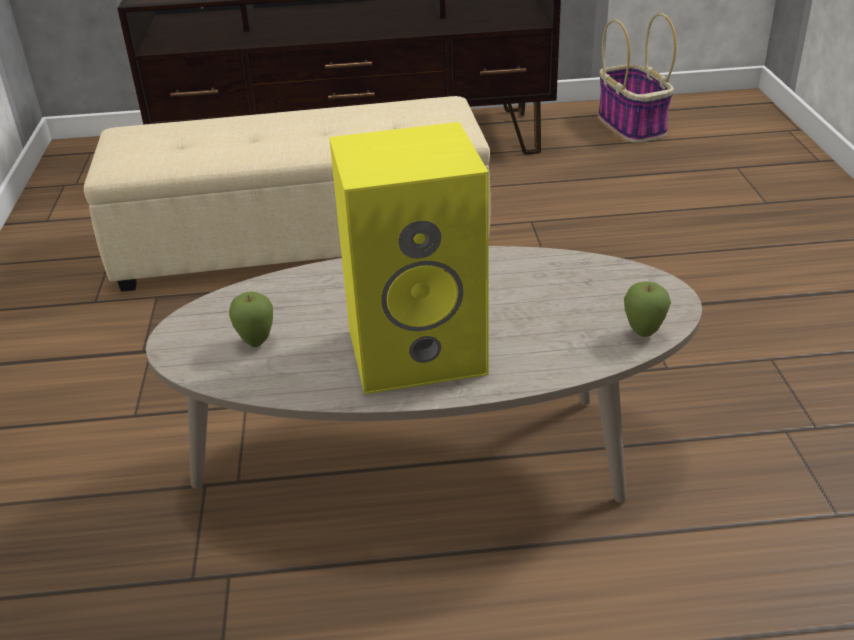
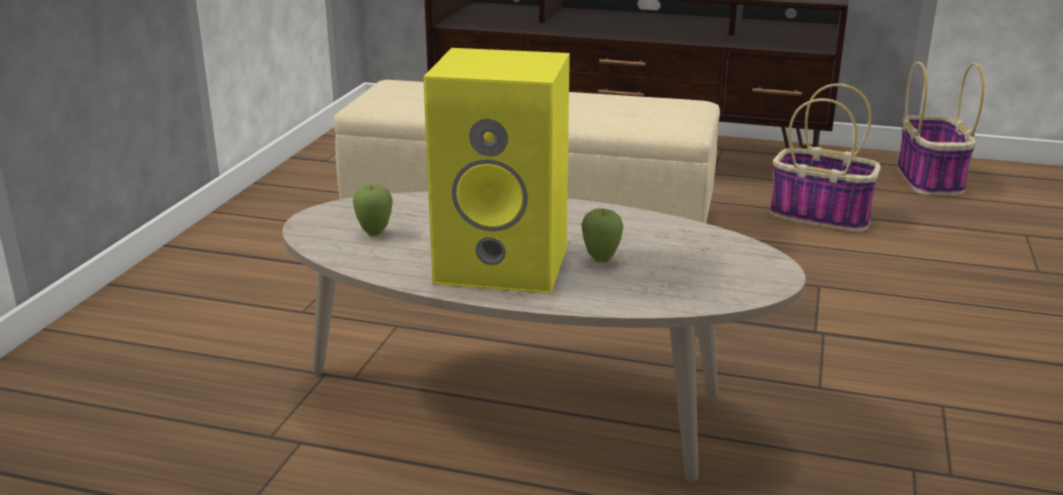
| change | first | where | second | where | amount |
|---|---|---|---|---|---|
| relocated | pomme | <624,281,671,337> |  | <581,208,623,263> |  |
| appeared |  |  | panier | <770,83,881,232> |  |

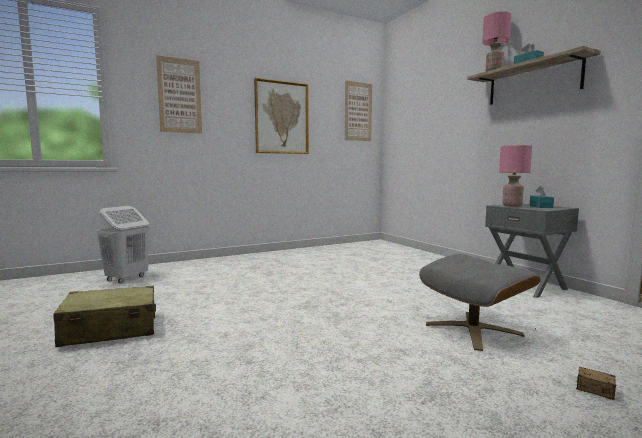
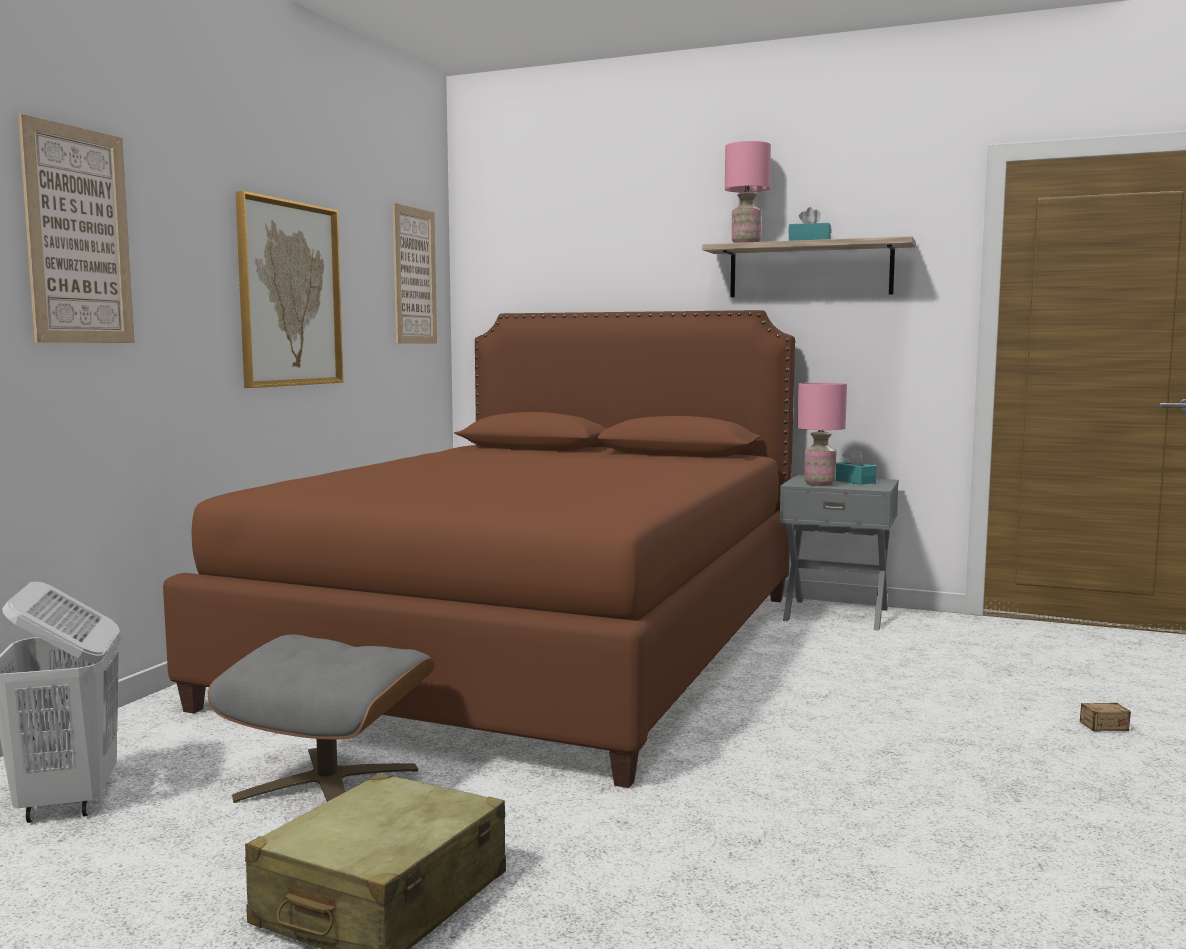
| change | first | where | second | where | amount |
|---|---|---|---|---|---|
| relocated | pouf/gris | <419,254,541,351> |  | <208,635,435,803> |  |
| appeared |  |  | lit/marron | <163,310,795,788> |  |

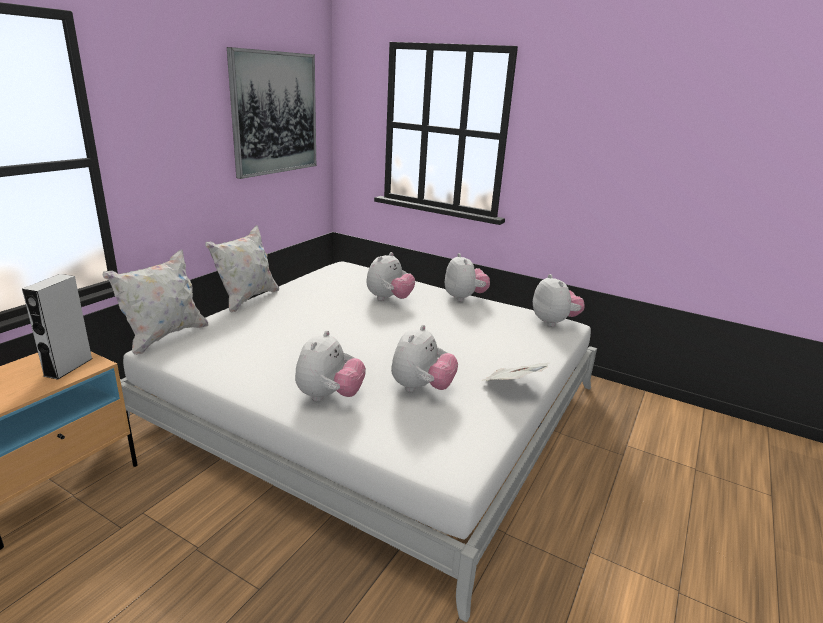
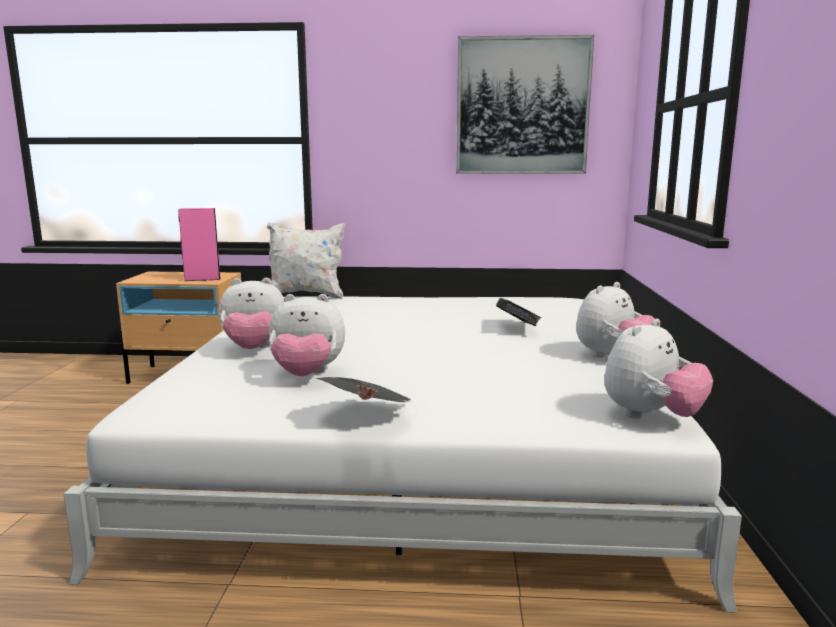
| change | first | where | second | where | amount |
|---|---|---|---|---|---|
| missing | coussin/blanc | <205,225,279,312> |  |  |  |
| exchanged | peluche | <367,252,415,300> | livre | <496,298,541,326> |  |
| colour | enceinte/gris | <22,274,93,380> | enceinte/rose | <178,208,221,281> |  |

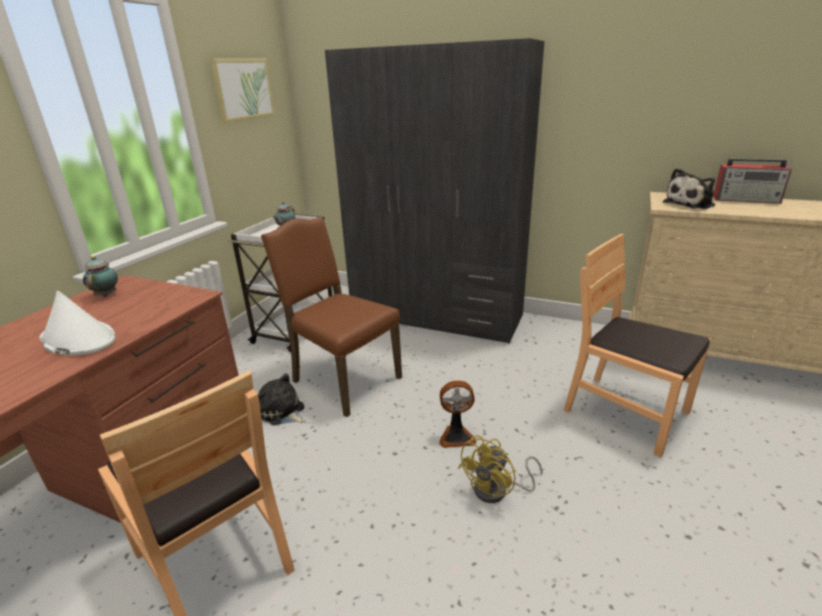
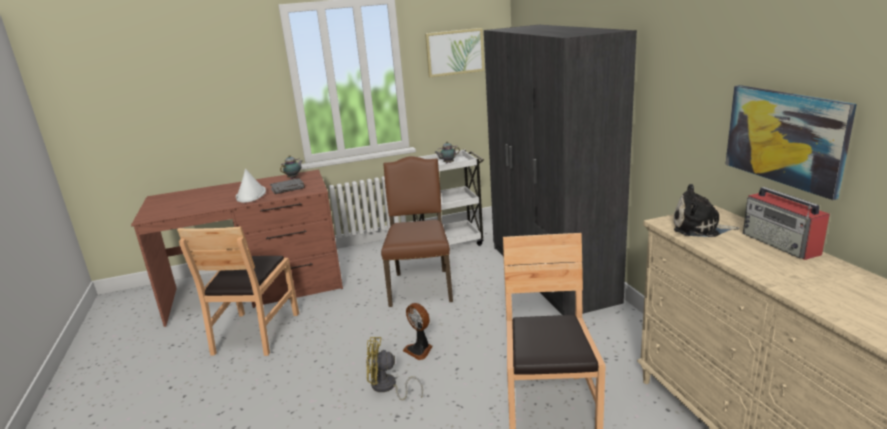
| change | first | where | second | where | amount |
|---|---|---|---|---|---|
| missing | peluche | <258,374,306,425> |  |  |  |
| appeared |  |  | tableau | <725,85,857,200> |  |
| appeared |  |  | livre/gris | <270,178,305,194> |  |

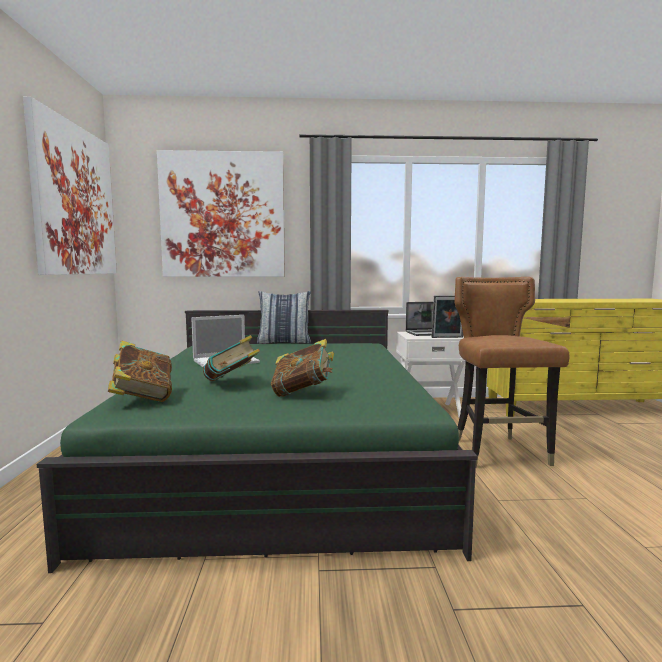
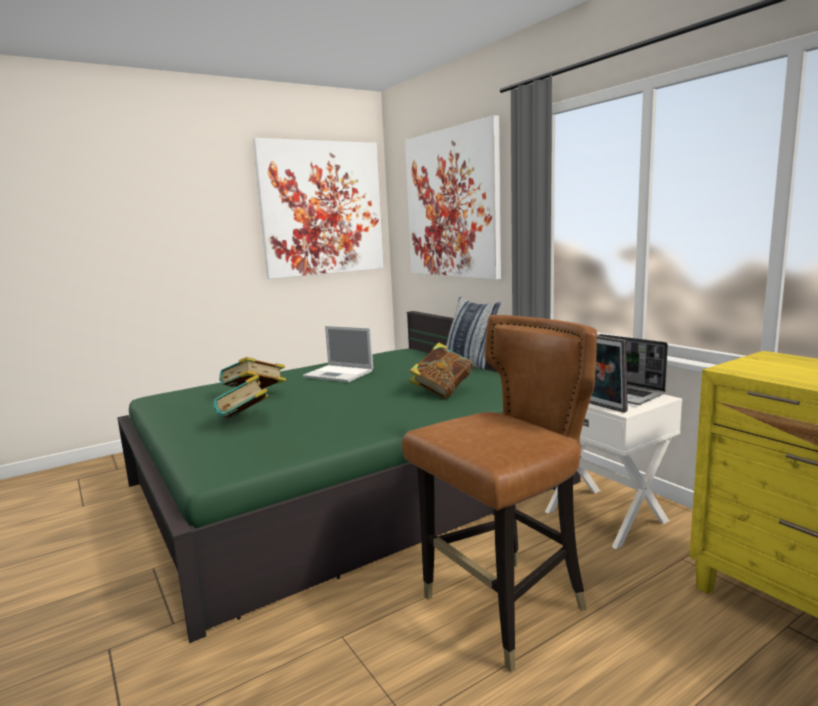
| change | first | where | second | where | amount |
|---|---|---|---|---|---|
| relocated | livre | <108,341,172,402> |  | <409,342,473,399> |  |

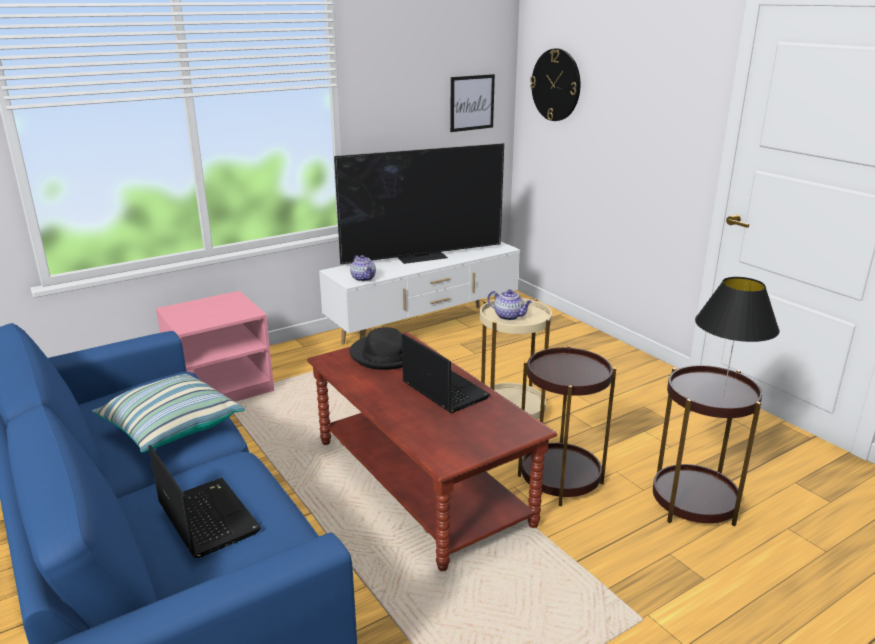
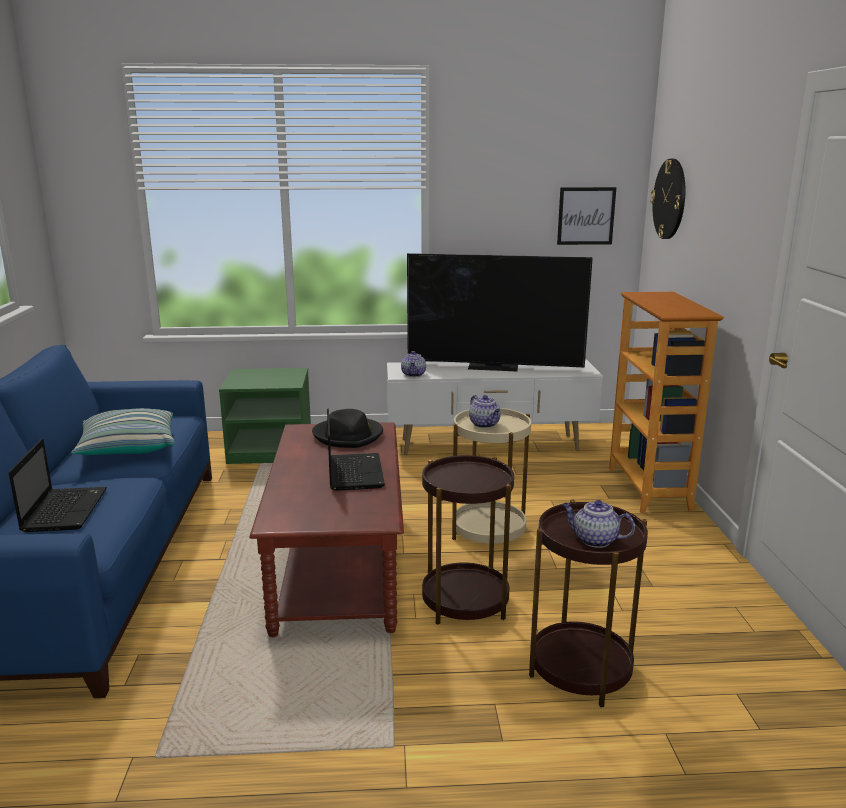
| change | first | where | second | where | amount |
|---|---|---|---|---|---|
| exchanged | lampe de table/noir | <695,277,780,397> | théière | <562,500,635,548> |  |
| colour | table de chevet/rose | <156,291,274,402> | table de chevet/vert | <219,368,311,464> |  |
| appeared |  |  | bibliothèque | <609,292,724,513> |  |

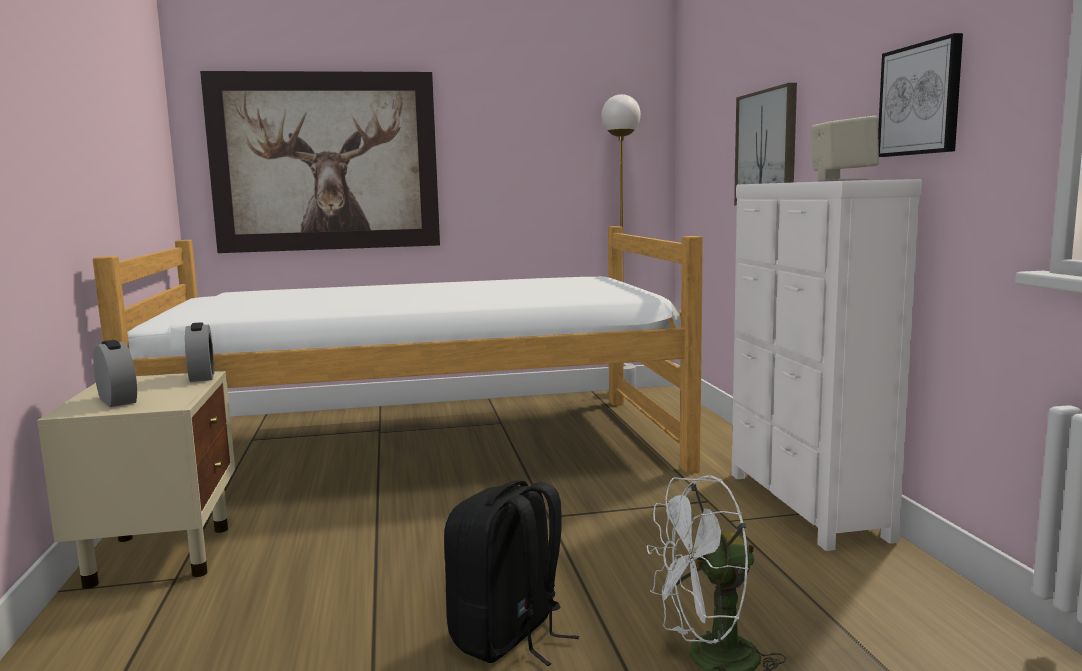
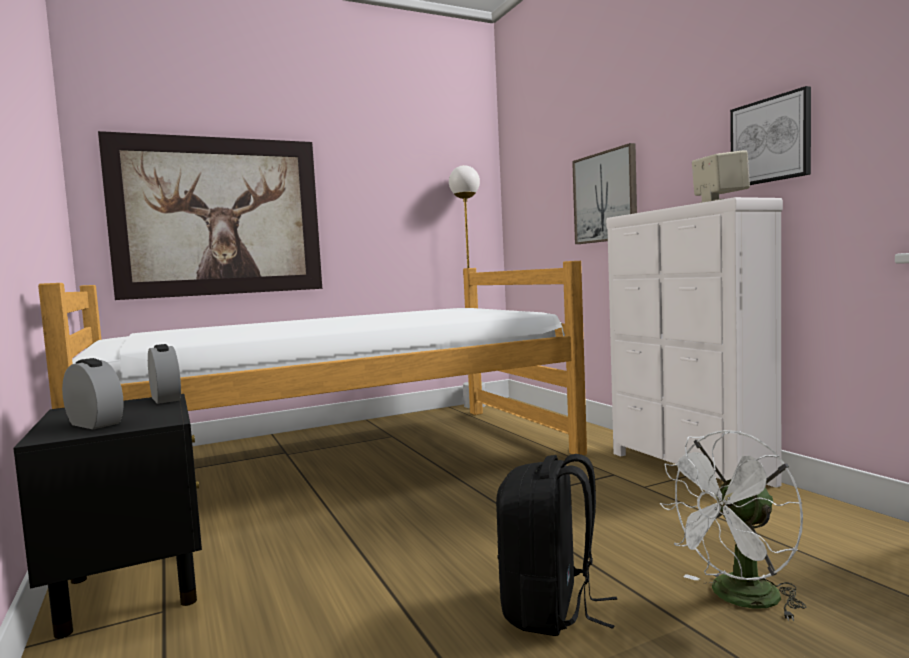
| change | first | where | second | where | amount |
|---|---|---|---|---|---|
| colour | table de chevet/beige | <37,371,235,589> | table de chevet/noir | <13,394,202,639> |  |

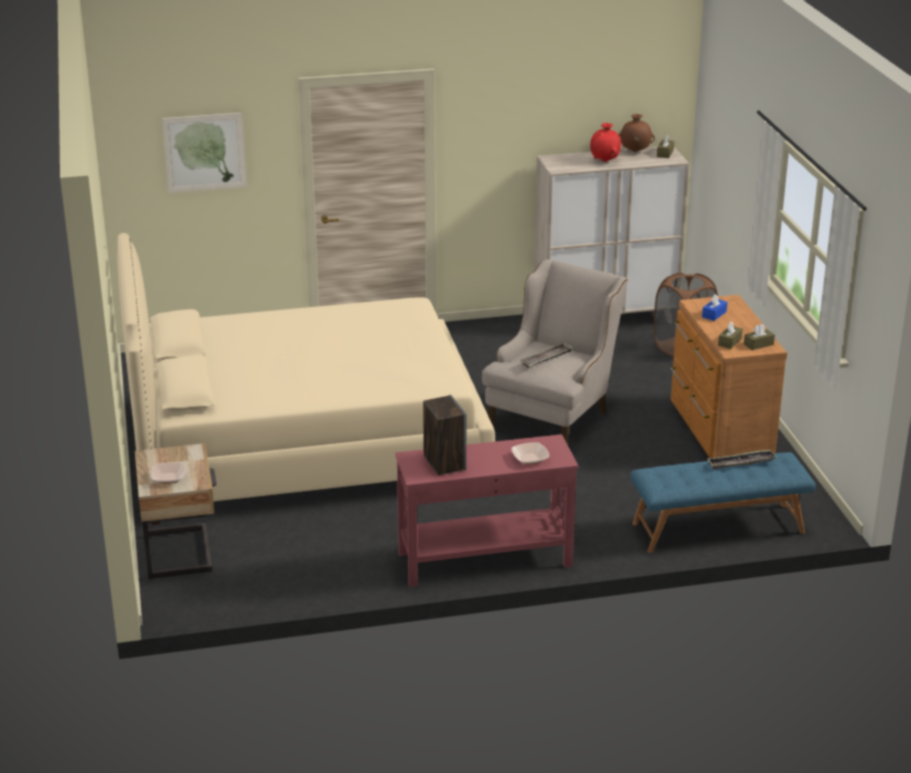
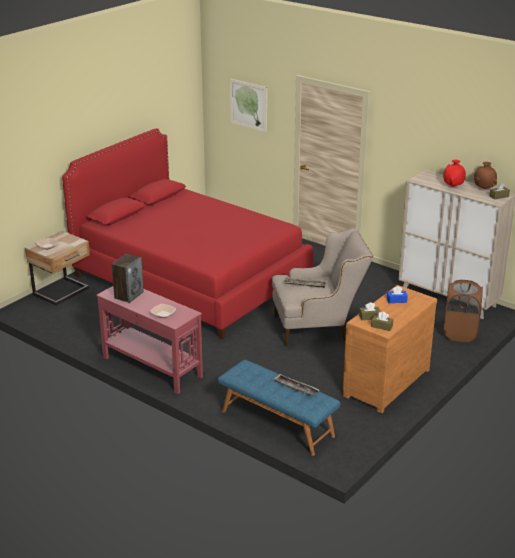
| change | first | where | second | where | amount |
|---|---|---|---|---|---|
| colour | lit/beige | <117,233,495,525> | lit/rouge | <62,128,313,339> |  |

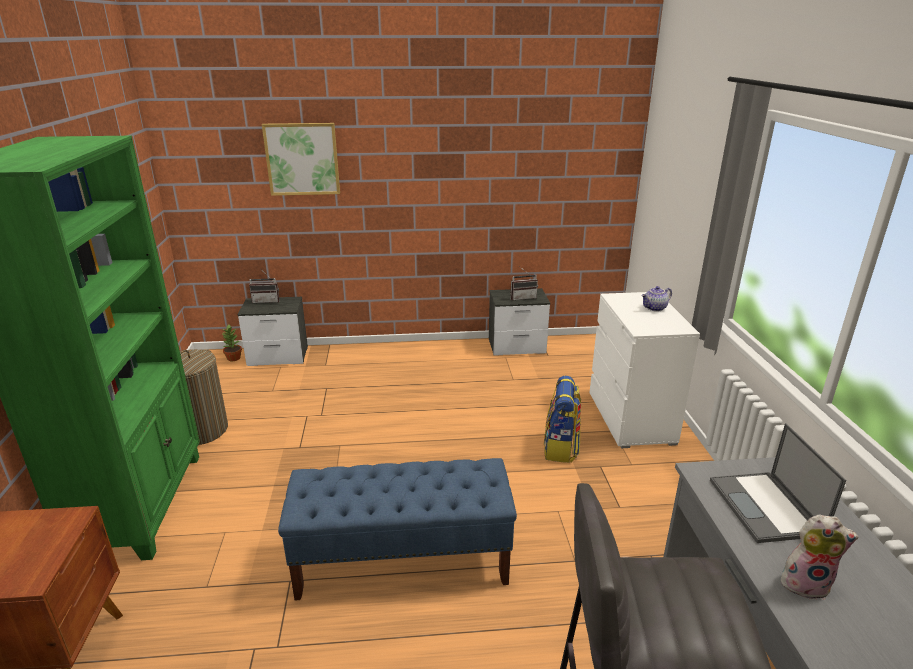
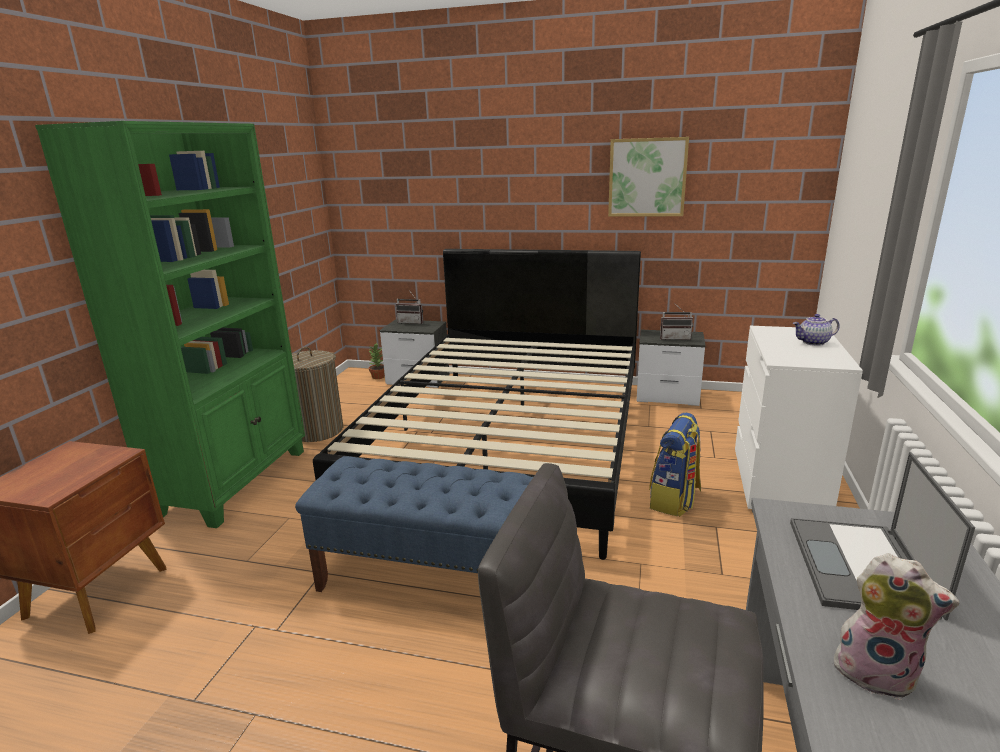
| change | first | where | second | where | amount |
|---|---|---|---|---|---|
| relocated | tableau | <262,123,340,196> |  | <608,137,689,216> |  |
| appeared |  |  | lit/noir | <313,249,641,560> |  |

